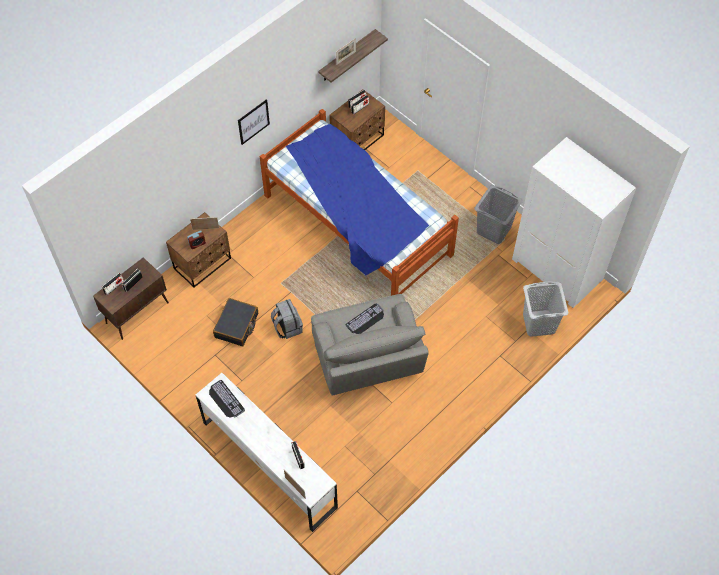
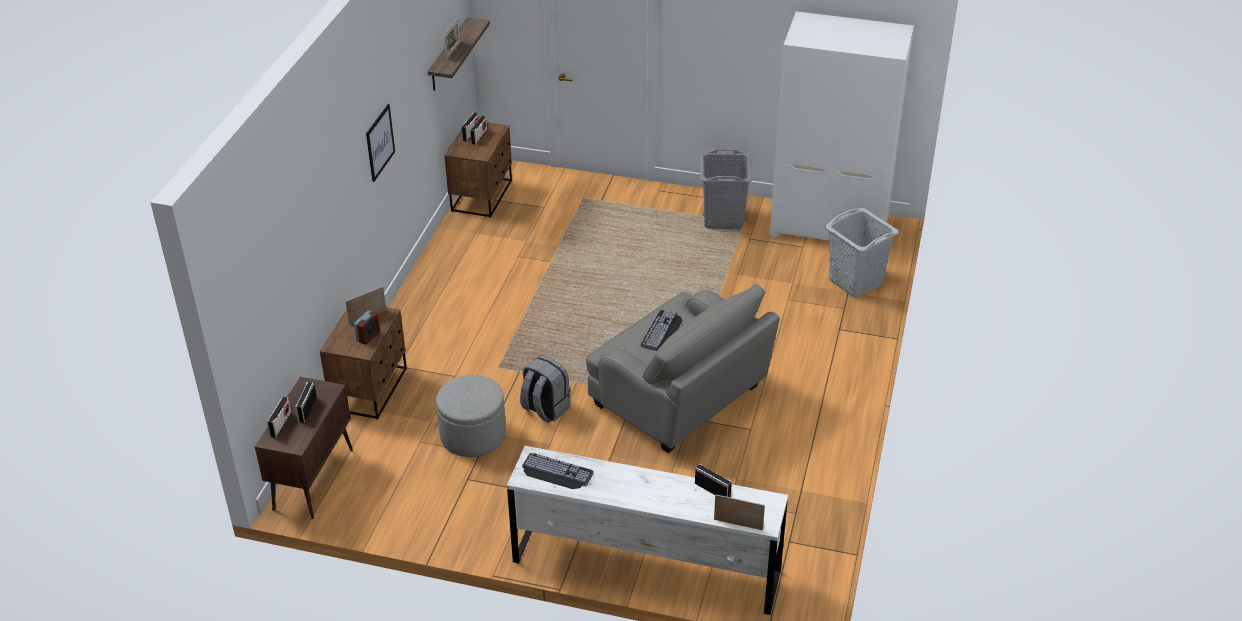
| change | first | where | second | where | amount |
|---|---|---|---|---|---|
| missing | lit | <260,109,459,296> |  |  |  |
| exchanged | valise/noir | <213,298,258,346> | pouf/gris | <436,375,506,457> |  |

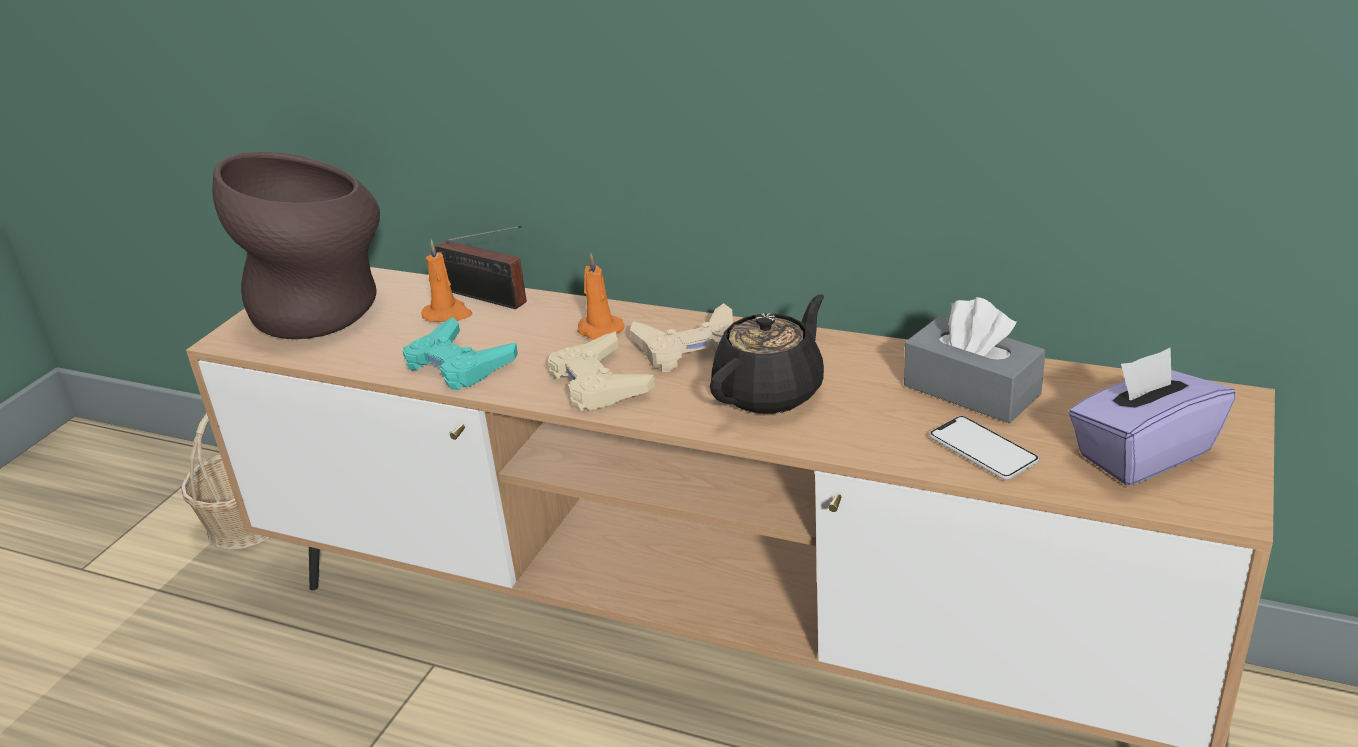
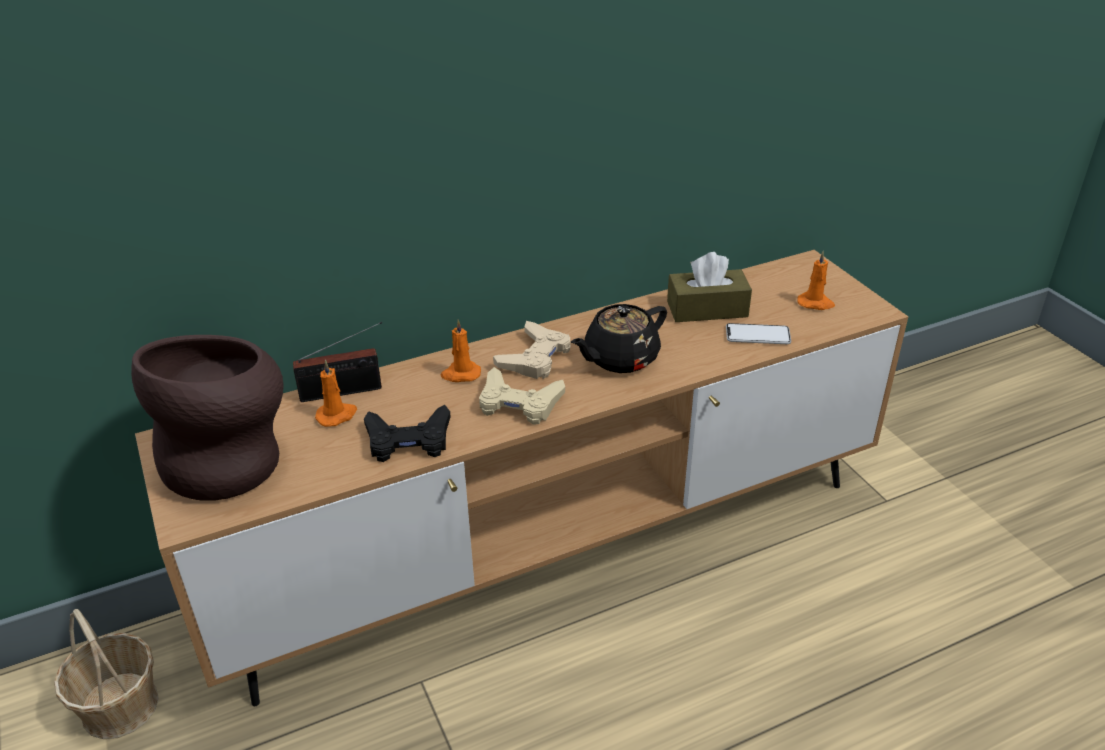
| change | first | where | second | where | amount |
|---|---|---|---|---|---|
| spun | théière/noir | <710,294,824,414> |  | <571,304,667,373> | 120 degrees counterclockwise |
| colour | boîte à mouchoirs/gris | <904,297,1046,423> | boîte à mouchoirs/marron | <667,252,752,322> |  |
| colour | manette/turquoise | <403,317,518,390> | manette/noir | <364,405,451,462> |  |
| exchanged | boîte à mouchoirs/violet | <1068,348,1236,486> | bougie/orange | <797,251,835,310> |  |

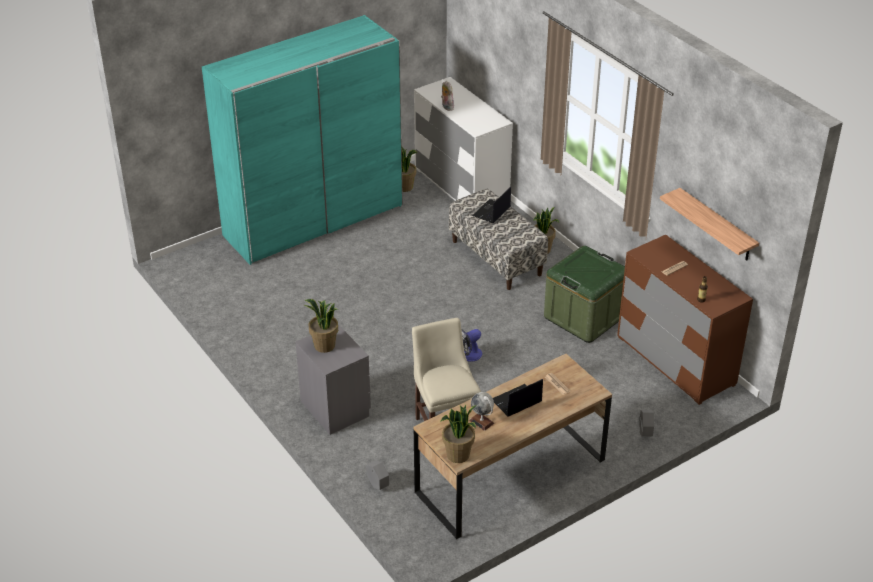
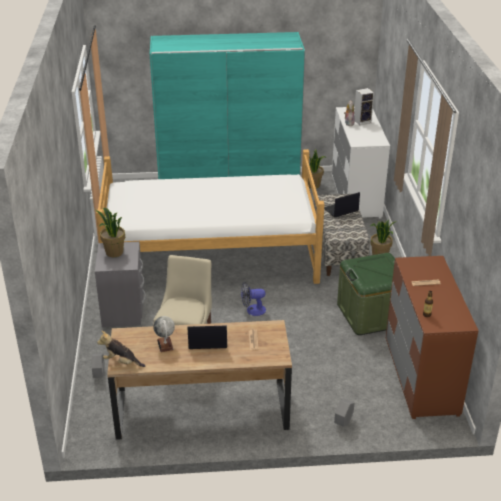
| change | first | where | second | where | amount |
|---|---|---|---|---|---|
| missing | étagère | <660,188,759,260> |  |  |  |
| exchanged | plante en pot | <441,405,477,463> | peluche | <97,331,145,367> |  |
| appeared |  |  | enceinte | <354,88,374,125> |  |
| appeared |  |  | lit | <96,149,325,284> |  |

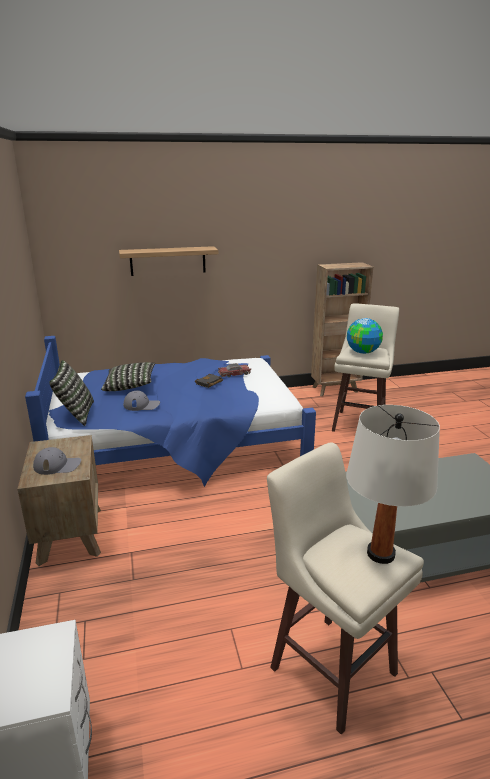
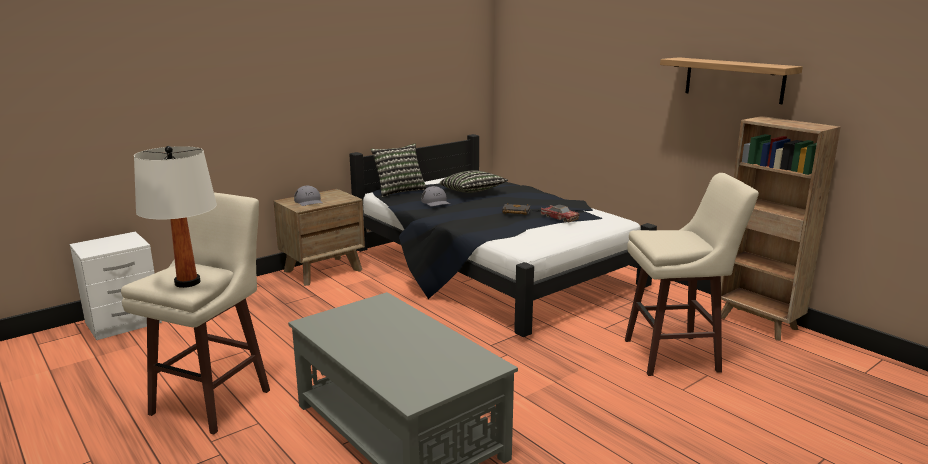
| change | first | where | second | where | amount |
|---|---|---|---|---|---|
| relocated | étagère | <119,246,218,276> |  | <660,57,803,104> |  |
| missing | globe | <347,318,383,354> |  |  |  |
| colour | lit/bleu | <25,336,316,487> | lit/noir | <349,134,657,337> |  |

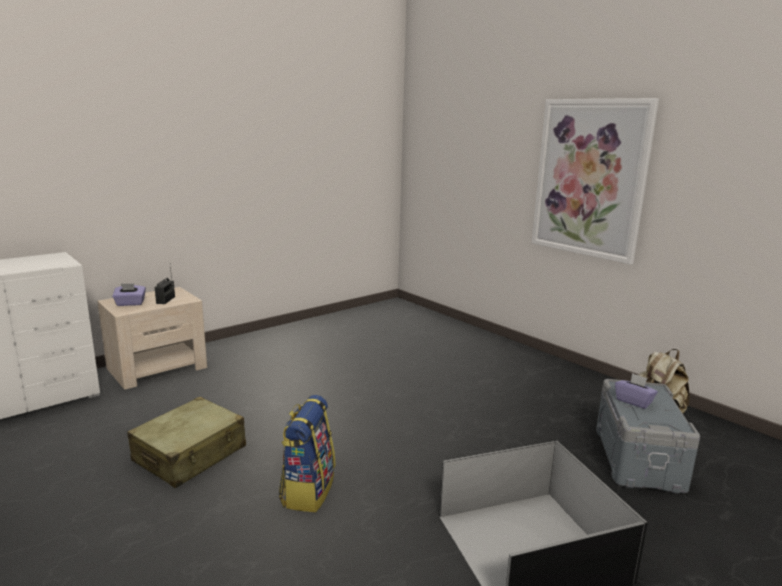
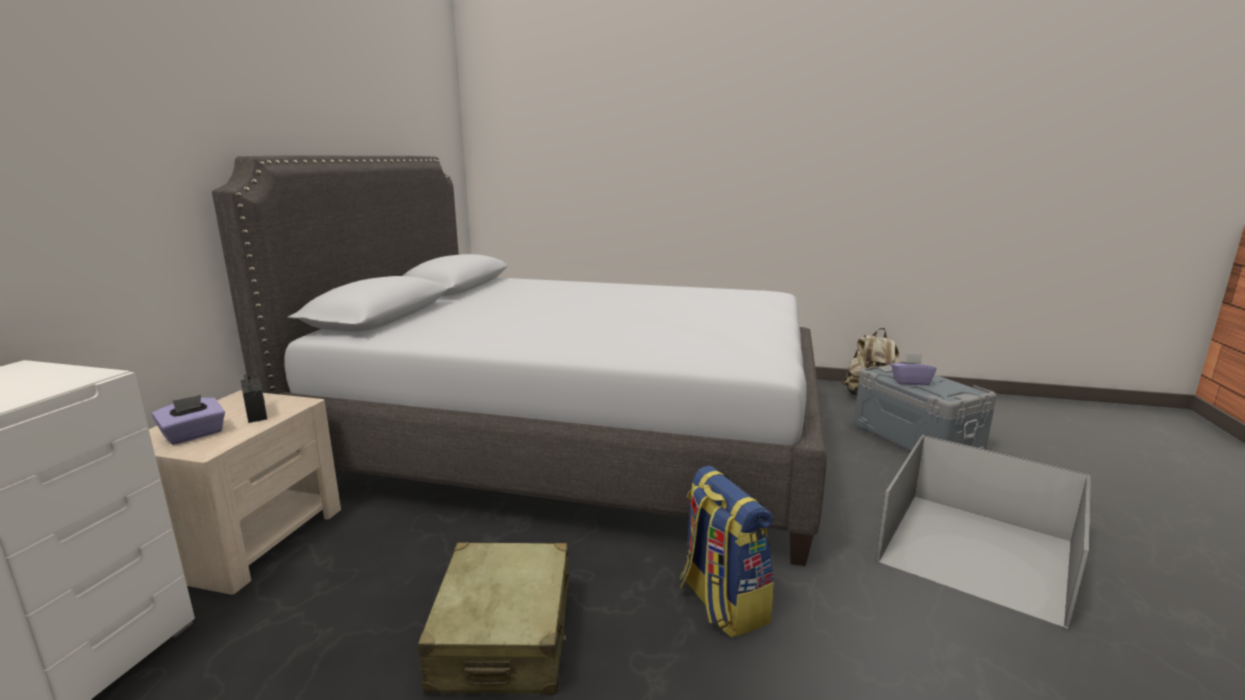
| change | first | where | second | where | amount |
|---|---|---|---|---|---|
| missing | tableau | <532,98,659,264> |  |  |  |
| appeared |  |  | lit/gris | <212,156,827,566> |  |

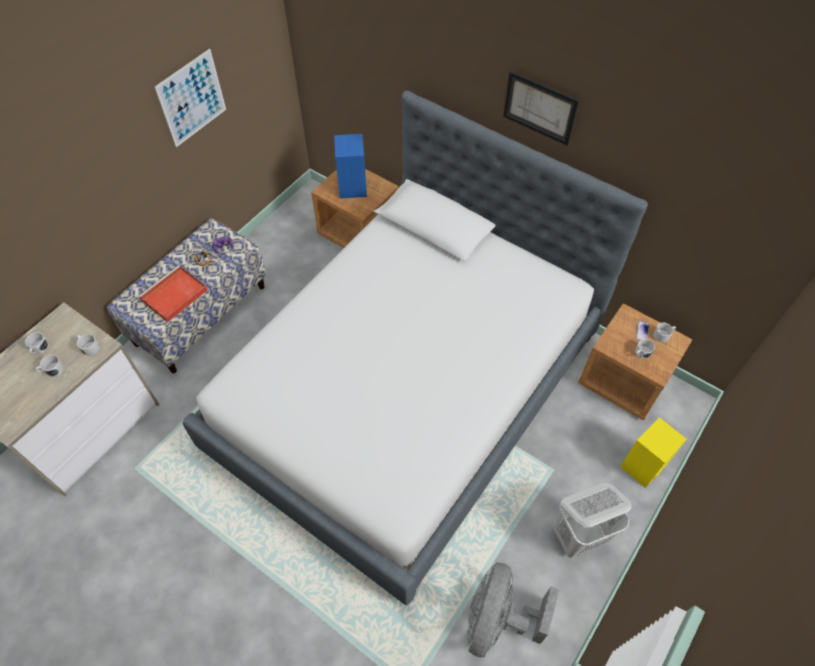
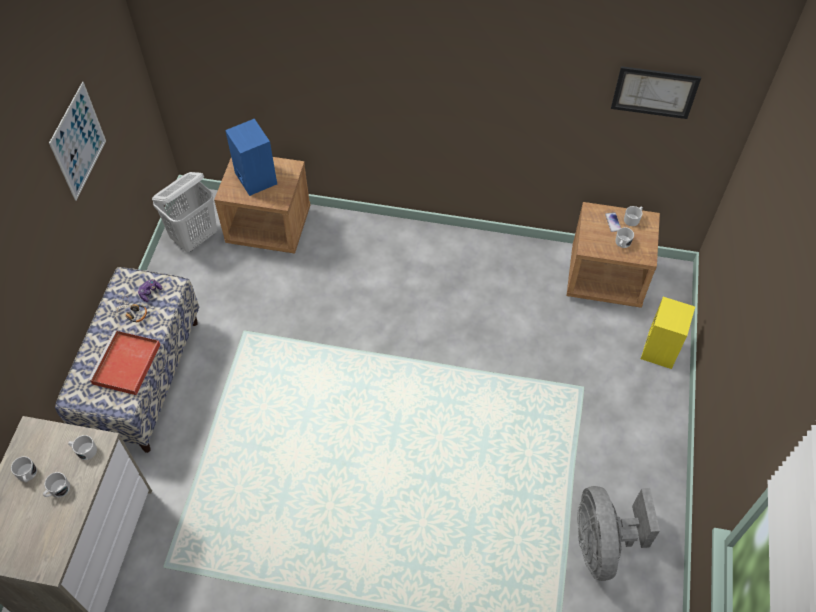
| change | first | where | second | where | amount |
|---|---|---|---|---|---|
| relocated | tableau | <503,71,579,146> |  | <611,66,701,119> |  |
| missing | lit | <183,90,648,605> |  |  |  |
| relocated | panier à linge/blanc | <553,483,631,558> |  | <152,172,217,252> |  |

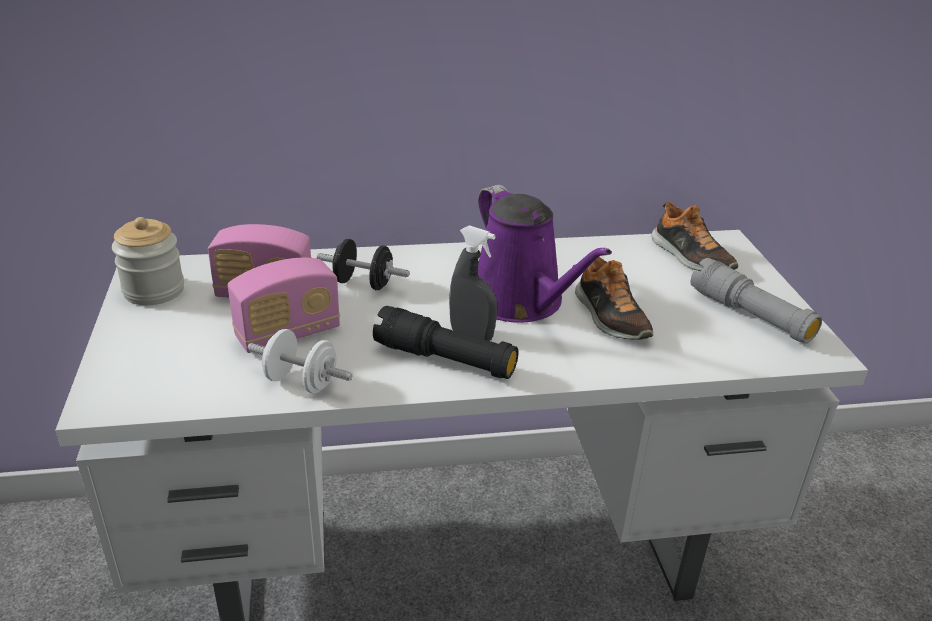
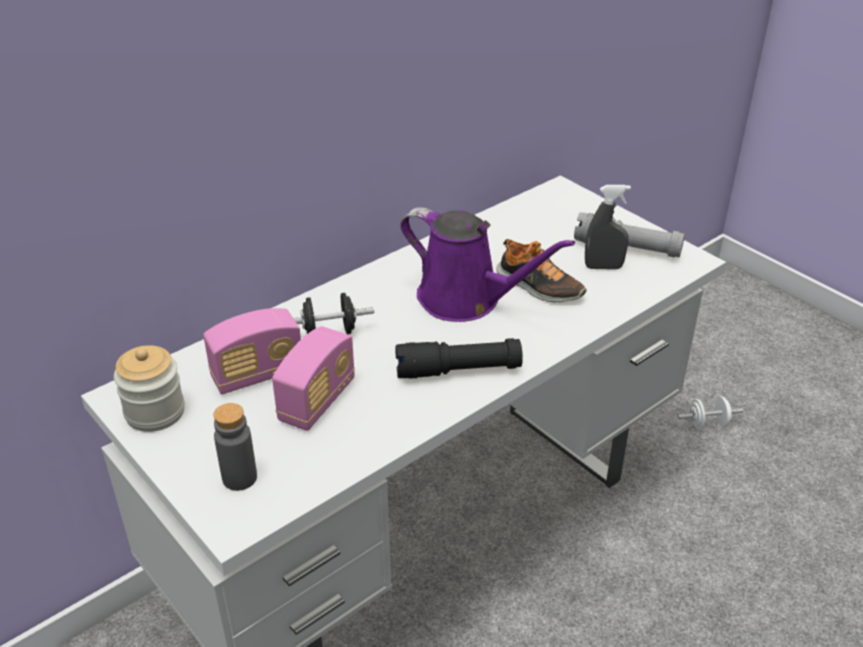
| change | first | where | second | where | amount |
|---|---|---|---|---|---|
| missing | chaussure | <652,201,738,271> |  |  |  |
| relocated | vaporisateur/gris | <449,225,497,341> |  | <585,185,631,270> |  |
| relocated | haltère/blanc | <248,329,353,393> |  | <678,396,743,430> |  |
| appeared |  |  | bouteille/gris | <214,403,257,491> |  |

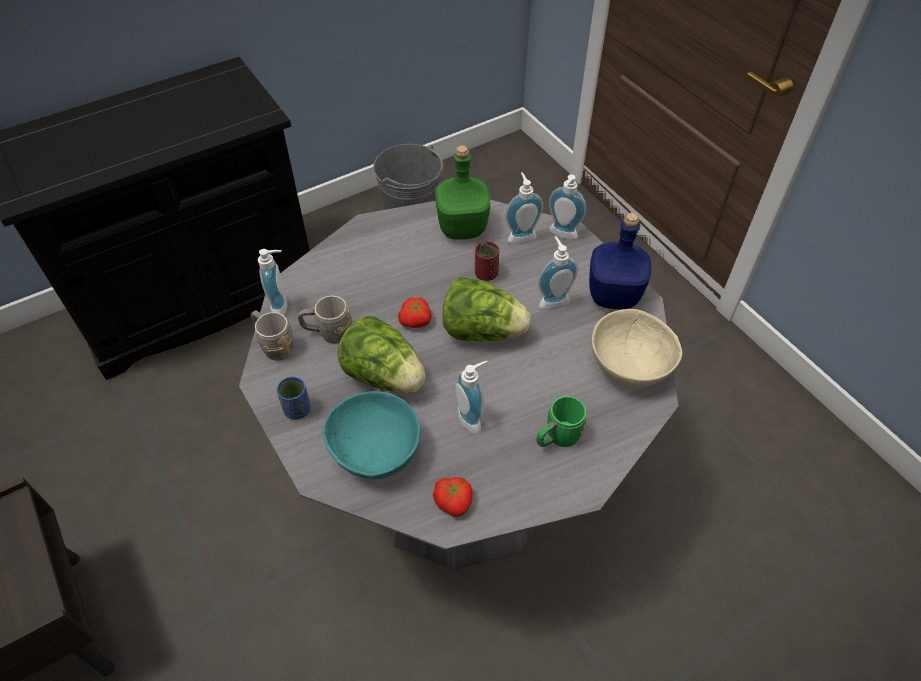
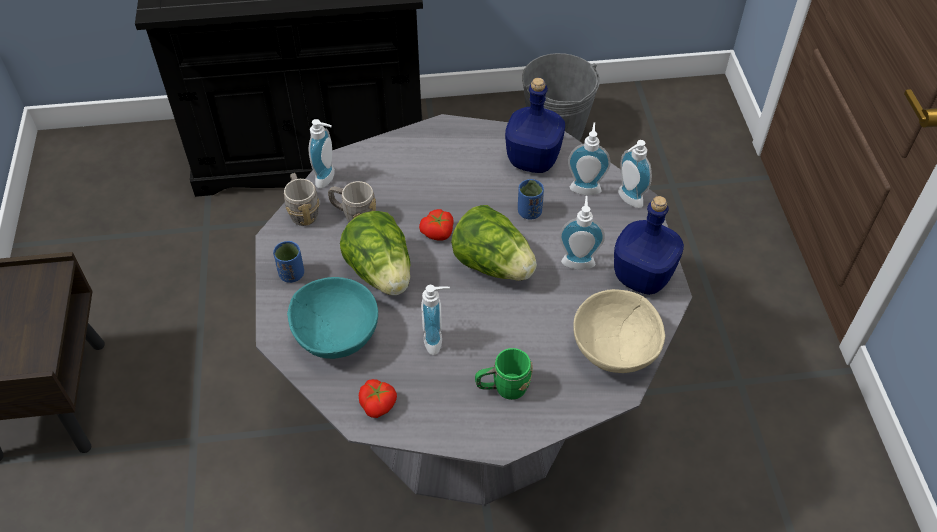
| change | first | where | second | where | amount |
|---|---|---|---|---|---|
| colour | bouteille/vert | <435,145,490,240> | bouteille/bleu | <505,78,565,173> |  |
| colour | tasse/rouge | <475,242,499,281> | tasse/bleu | <518,179,544,219> |  |

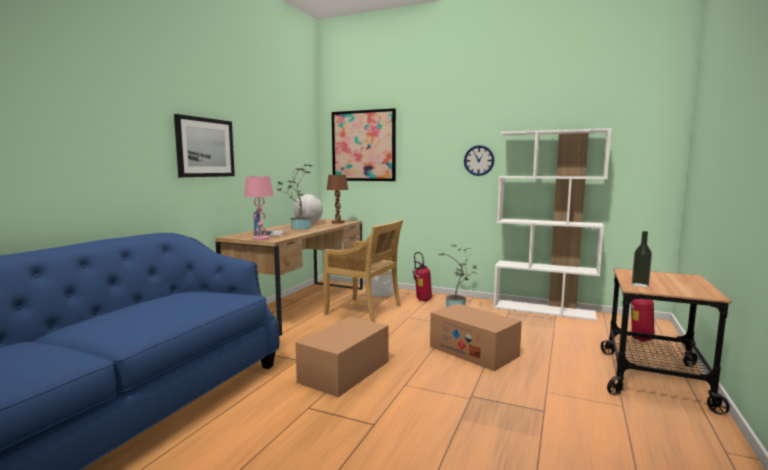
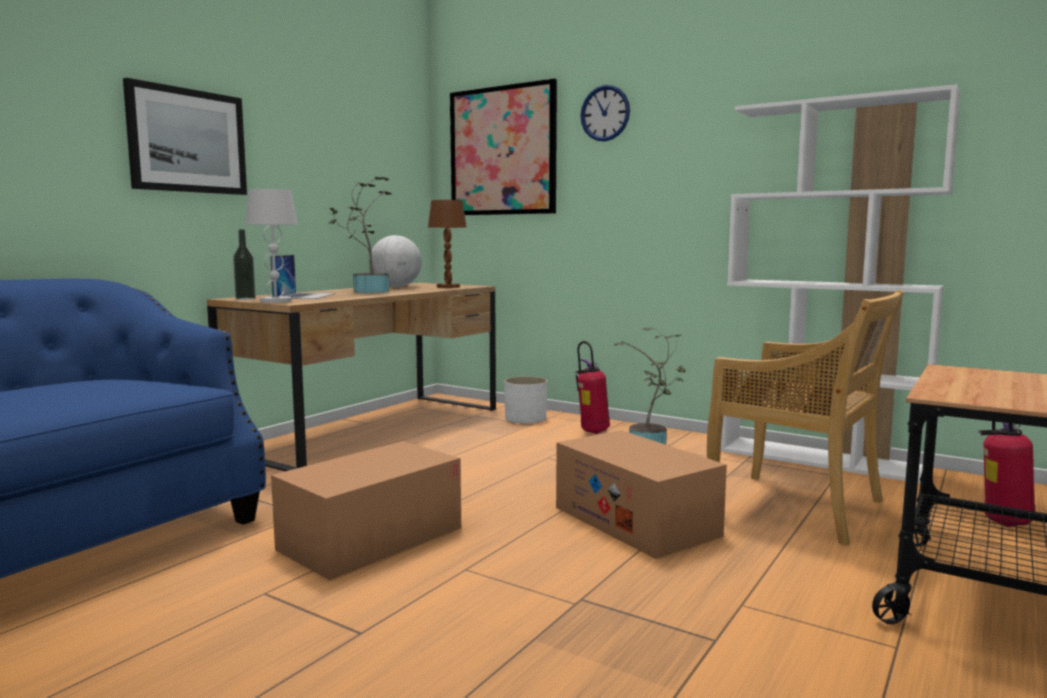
| change | first | where | second | where | amount |
|---|---|---|---|---|---|
| relocated | horloge murale | <464,145,494,176> |  | <581,85,630,141> |  |
| colour | lampe de table/rose | <244,177,274,240> | lampe de table/blanc | <246,189,298,303> |  |
| relocated | chaise/beige | <323,219,403,322> |  | <707,290,904,546> |  |
| relocated | bouteille | <632,231,652,287> |  | <233,229,256,300> |  |

